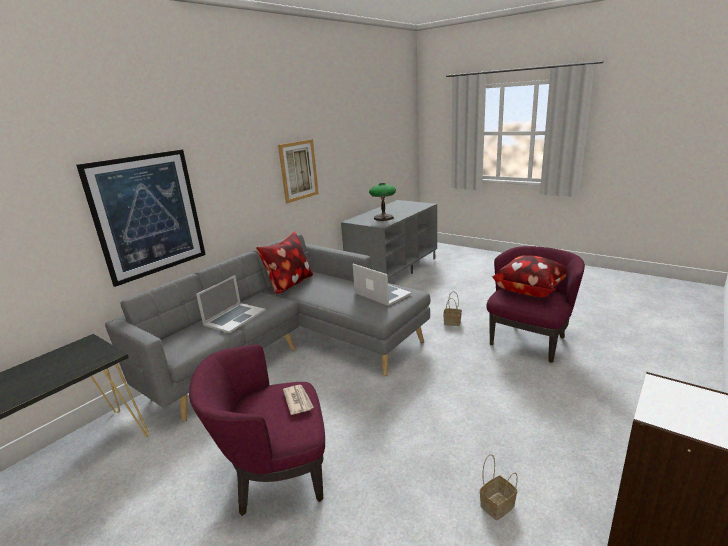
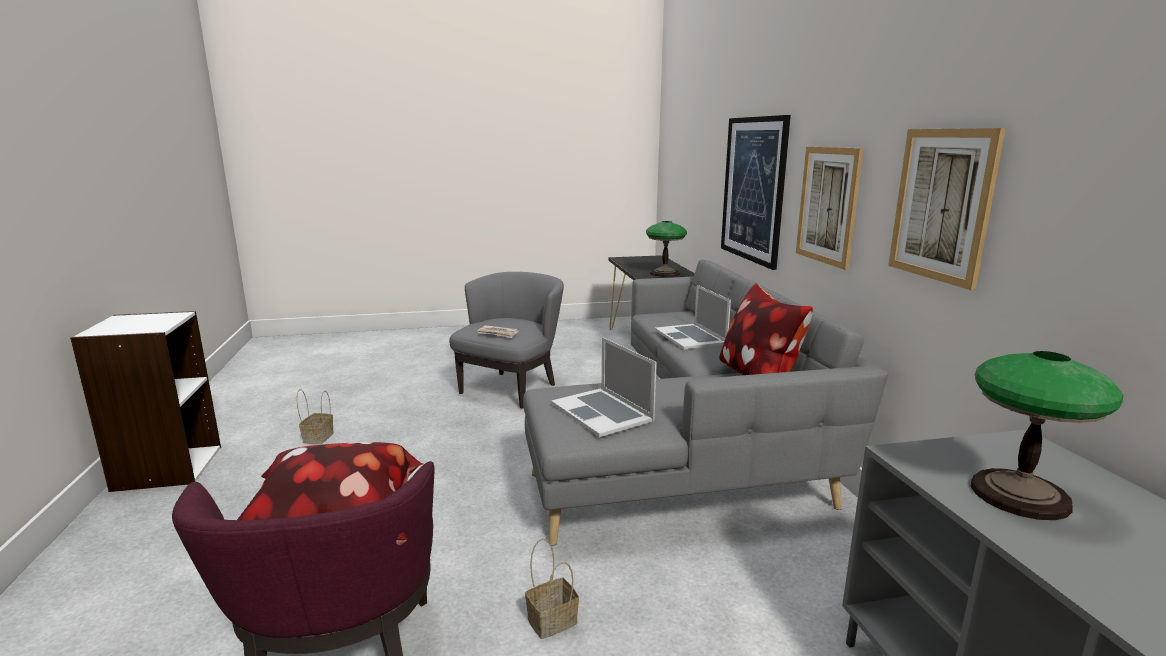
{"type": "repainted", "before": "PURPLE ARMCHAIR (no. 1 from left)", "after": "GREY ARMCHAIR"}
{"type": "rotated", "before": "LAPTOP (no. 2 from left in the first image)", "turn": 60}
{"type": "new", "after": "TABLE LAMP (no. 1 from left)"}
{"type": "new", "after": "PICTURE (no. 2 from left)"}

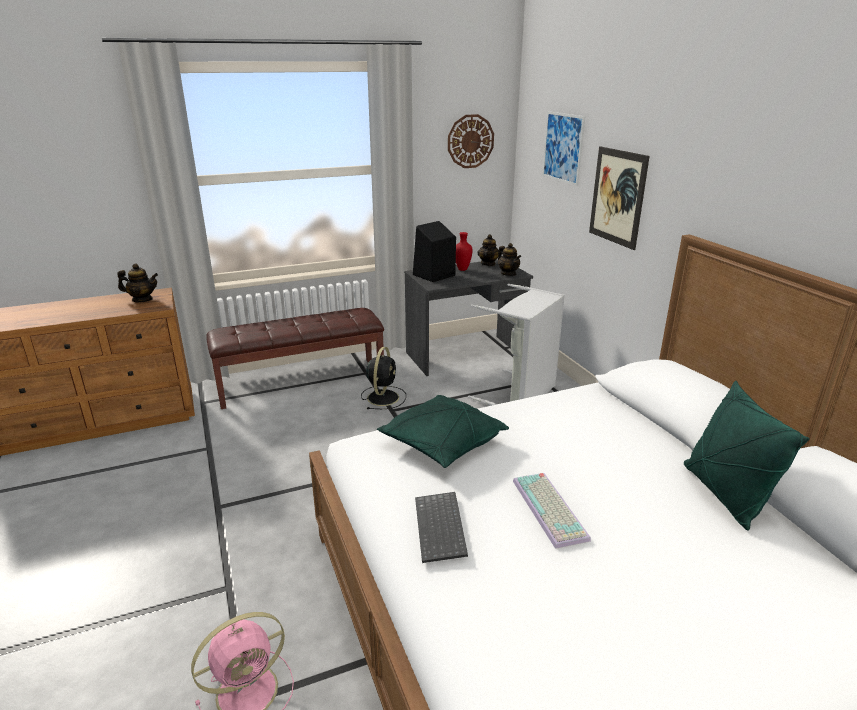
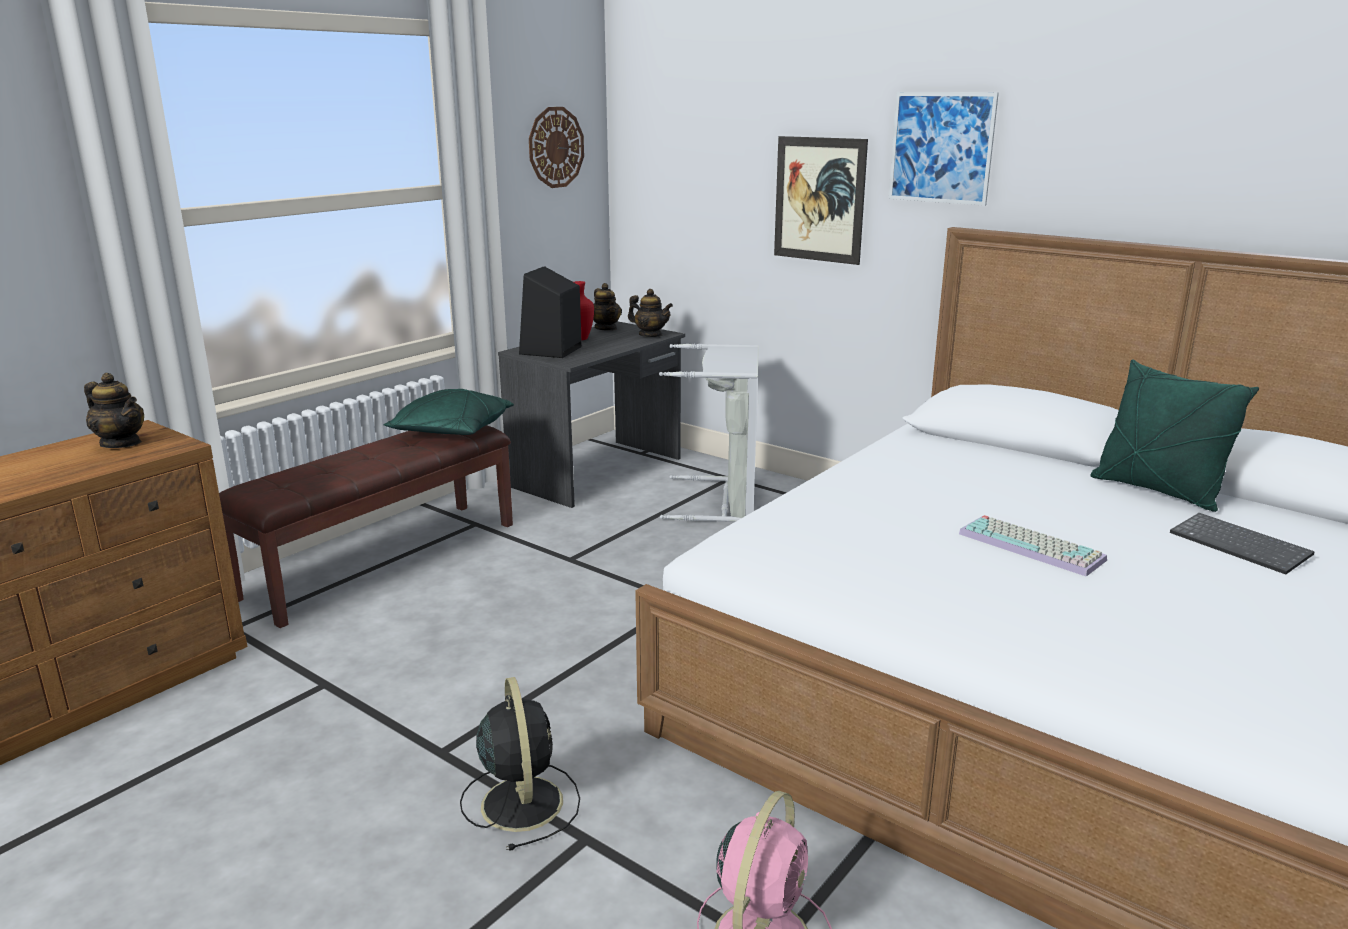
{"type": "rotated", "before": "TEAPOT (no. 1 from left)", "turn": 60}
{"type": "shifted", "before": "BLACK FAN"}
{"type": "shifted", "before": "GREEN PILLOW (no. 1 from left)"}
{"type": "shifted", "before": "KEYBOARD (no. 1 from left in the first image)", "after": "KEYBOARD (no. 2 from left)"}
{"type": "shifted", "before": "PICTURE (no. 1 from left in the first image)", "after": "PICTURE (no. 2 from left)"}

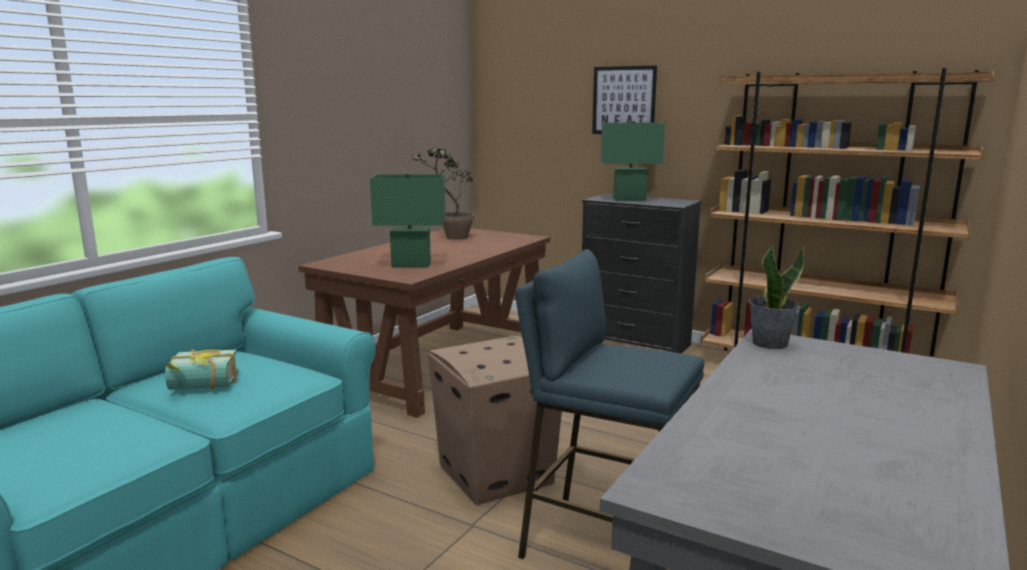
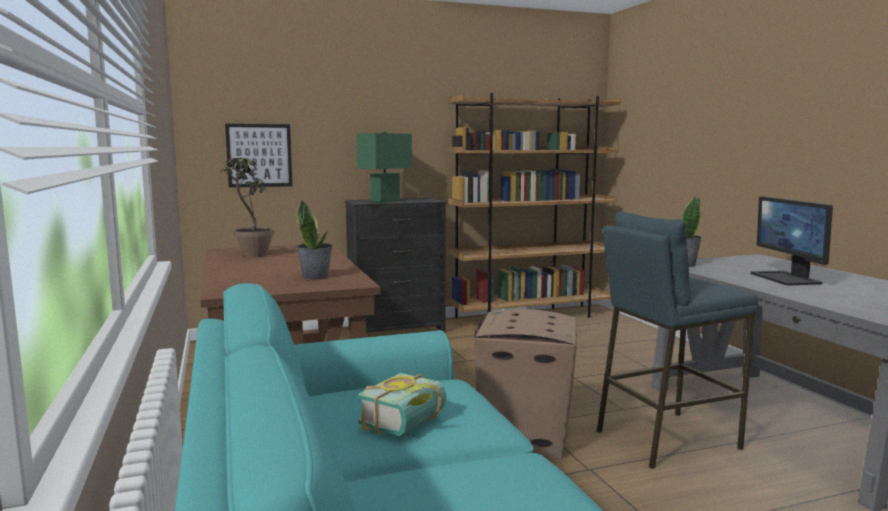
{"type": "swapped", "before": "GREEN TABLE LAMP (no. 1 from left)", "after": "POTTED PLANT (no. 2 from left)"}
{"type": "shifted", "before": "PICTURE"}
{"type": "new", "after": "MONITOR"}

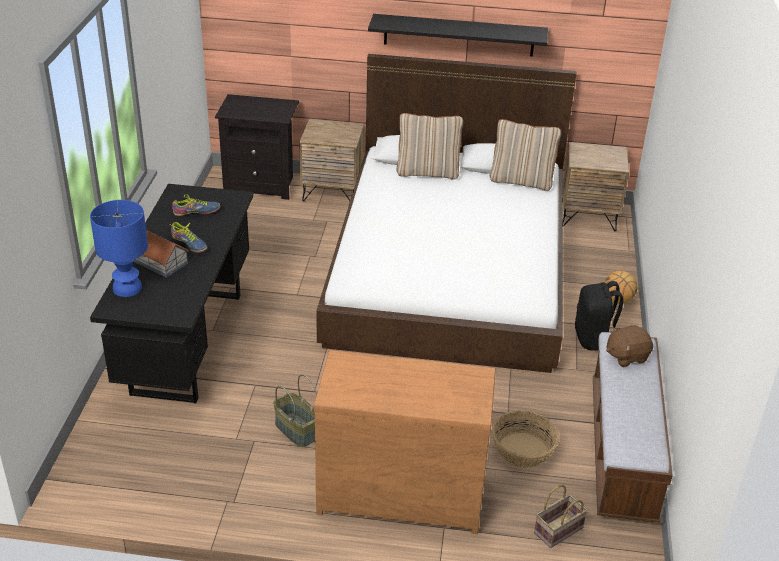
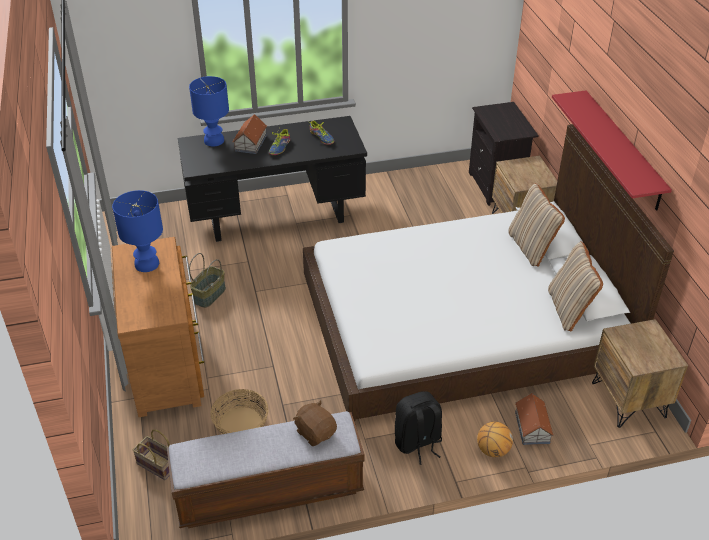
{"type": "repainted", "before": "BLACK SHELF", "after": "RED SHELF"}
{"type": "new", "after": "BLUE TABLE LAMP (no. 1 from left)"}
{"type": "new", "after": "TOY HOUSE (no. 2 from left)"}

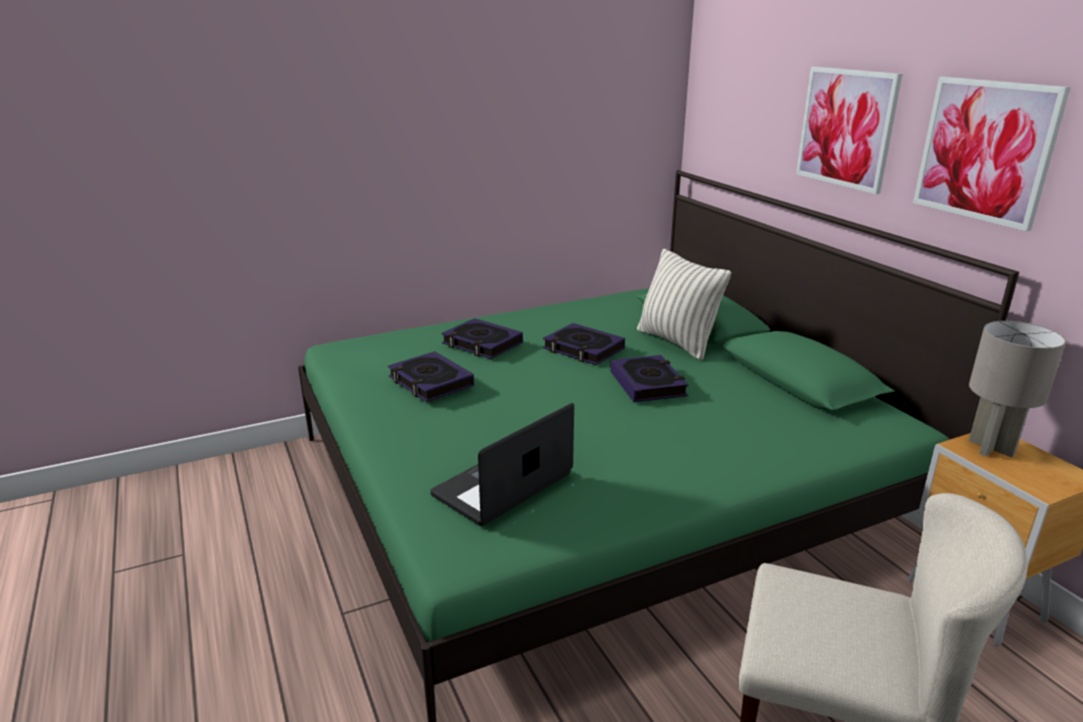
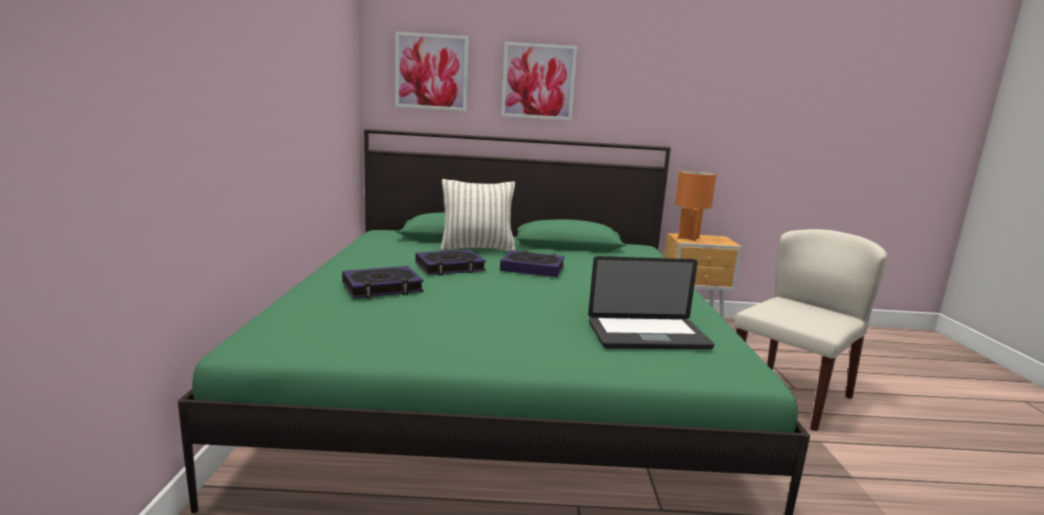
{"type": "gone", "before": "BOOK (no. 1 from left)"}
{"type": "rotated", "before": "LAPTOP", "turn": -75}
{"type": "shifted", "before": "PICTURE (no. 2 from left in the first image)", "after": "PICTURE (no. 1 from left)"}
{"type": "repainted", "before": "GREY TABLE LAMP", "after": "ORANGE TABLE LAMP"}

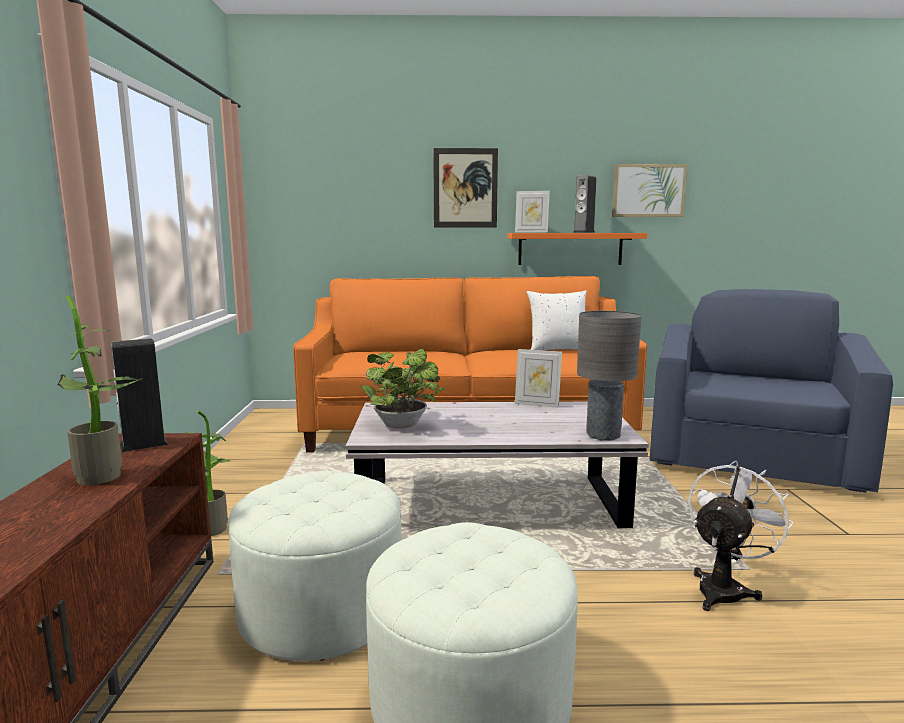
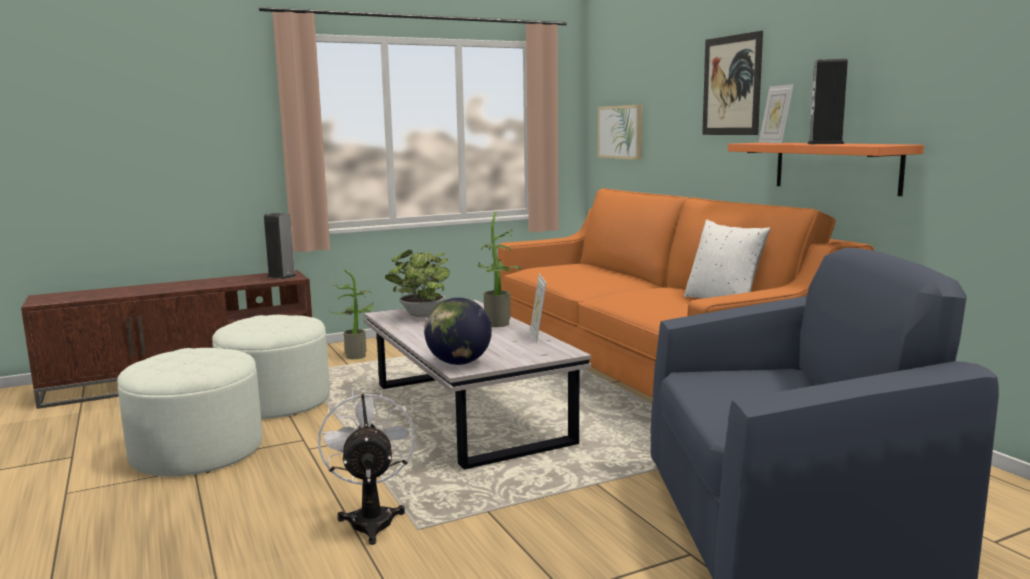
{"type": "shifted", "before": "POTTED PLANT (no. 1 from left in the first image)", "after": "POTTED PLANT (no. 3 from left)"}
{"type": "swapped", "before": "GREY TABLE LAMP", "after": "GLOBE"}
{"type": "shifted", "before": "PICTURE (no. 2 from left in the first image)", "after": "PICTURE (no. 1 from left)"}
{"type": "rotated", "before": "WHITE FAN", "turn": -120}

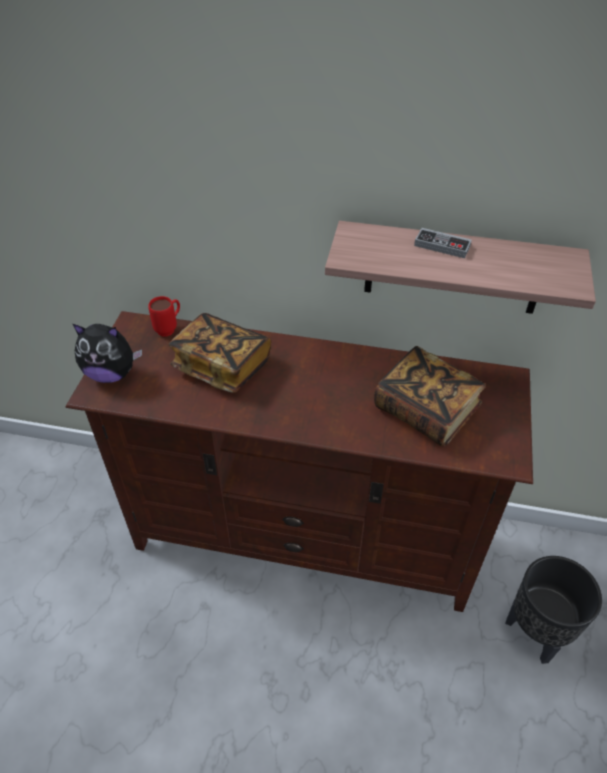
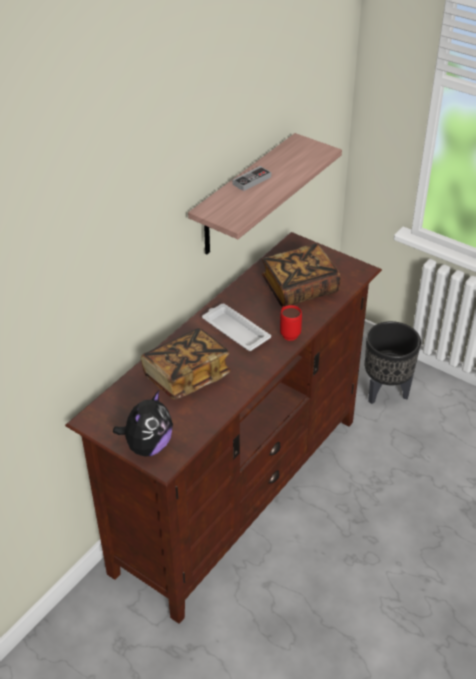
{"type": "shifted", "before": "RED MUG"}
{"type": "new", "after": "WHITE TRAY"}

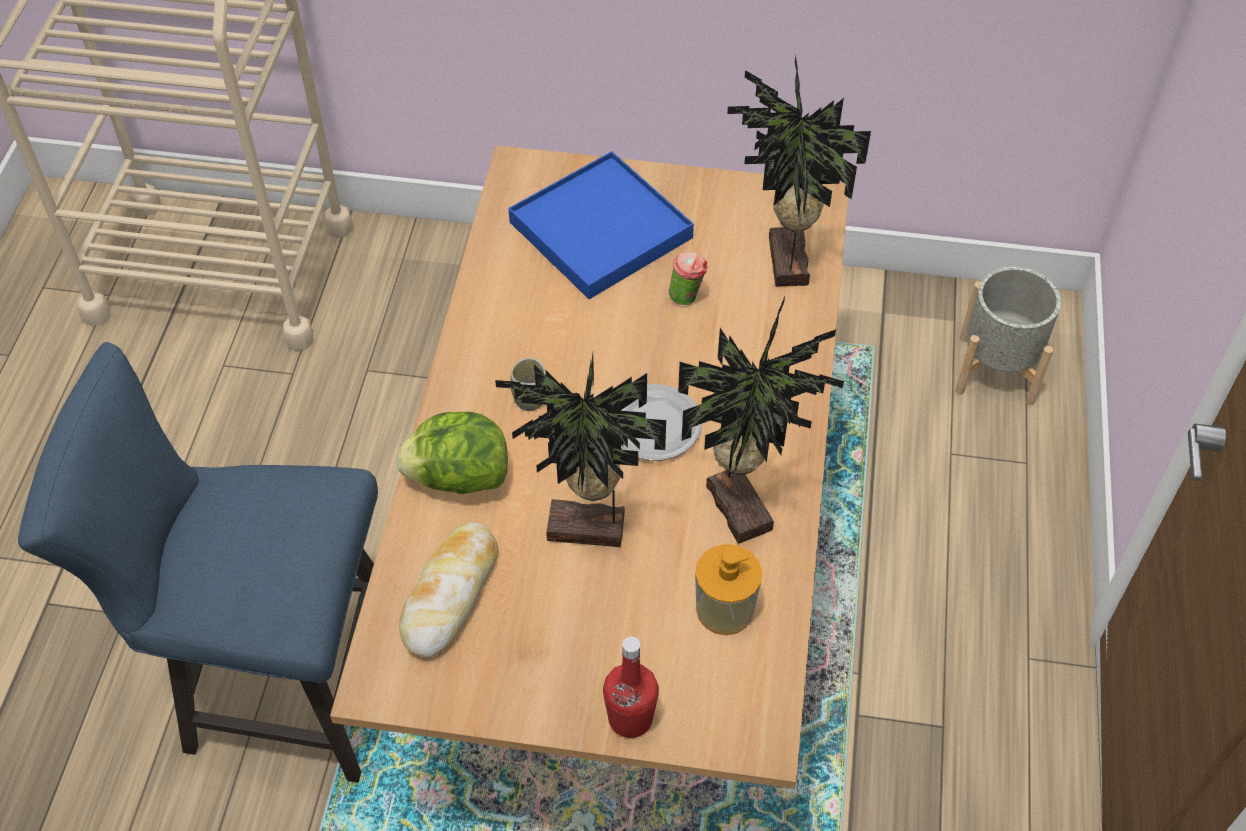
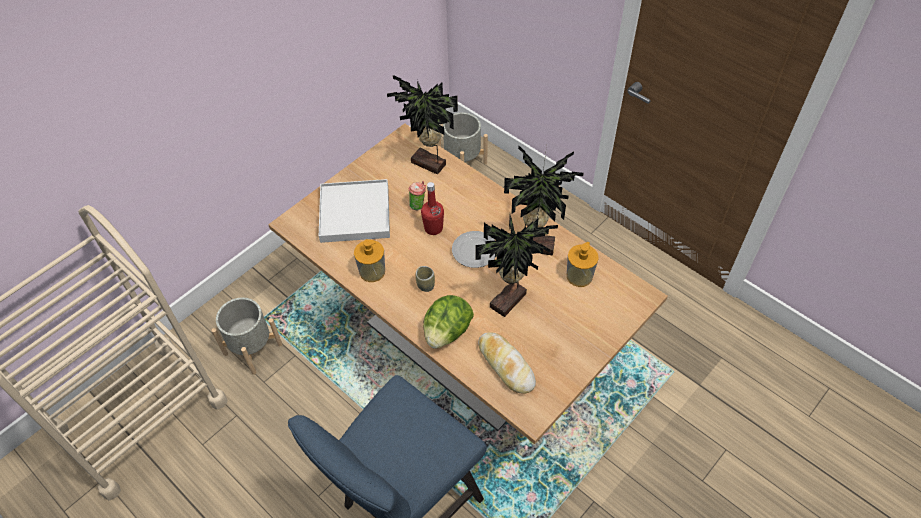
{"type": "repainted", "before": "BLUE TRAY", "after": "WHITE TRAY"}
{"type": "shifted", "before": "RED BOTTLE"}
{"type": "new", "after": "GREY PLANTER (no. 1 from left)"}
{"type": "new", "after": "SOAP DISPENSER (no. 1 from left)"}

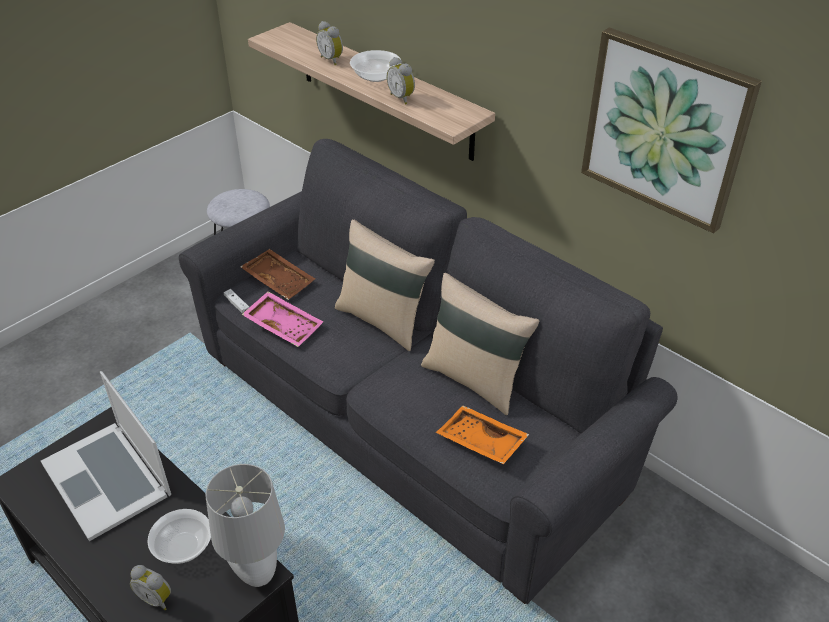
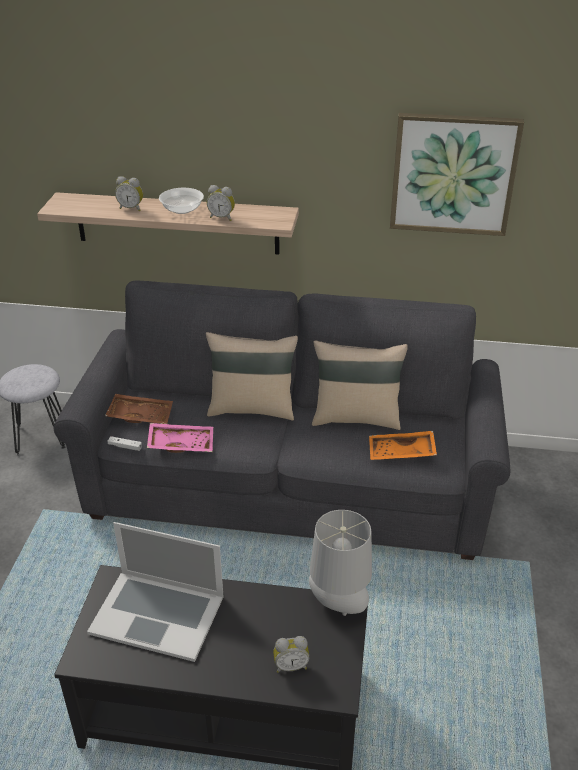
{"type": "gone", "before": "BOWL (no. 1 from left)"}

